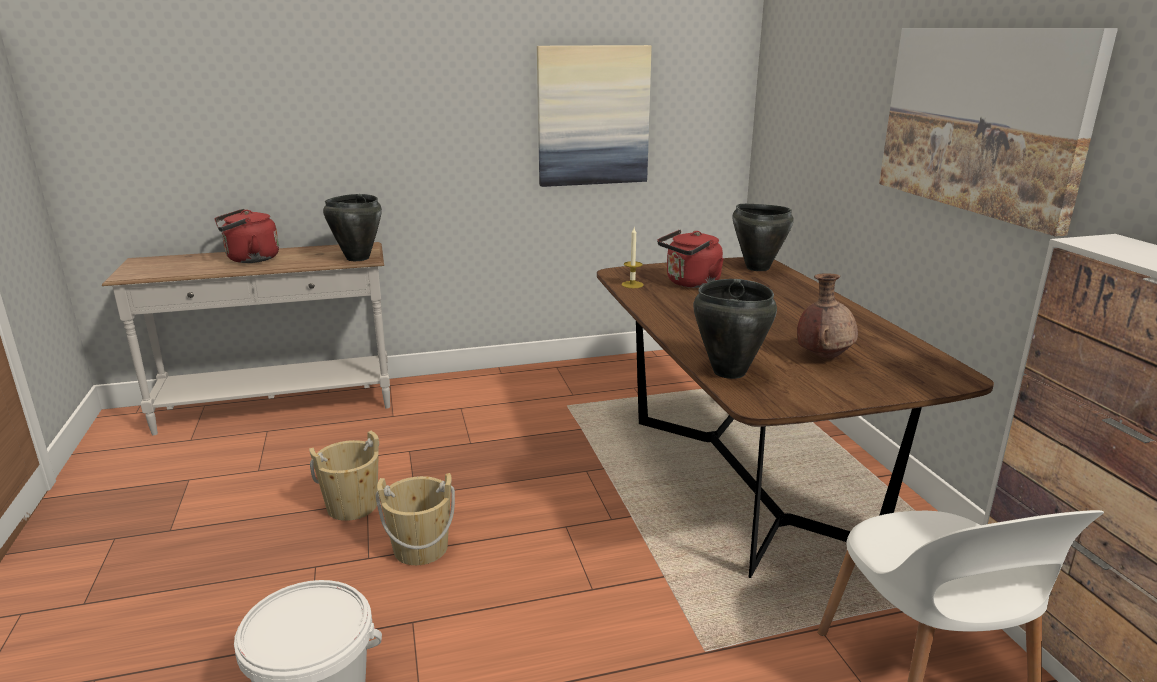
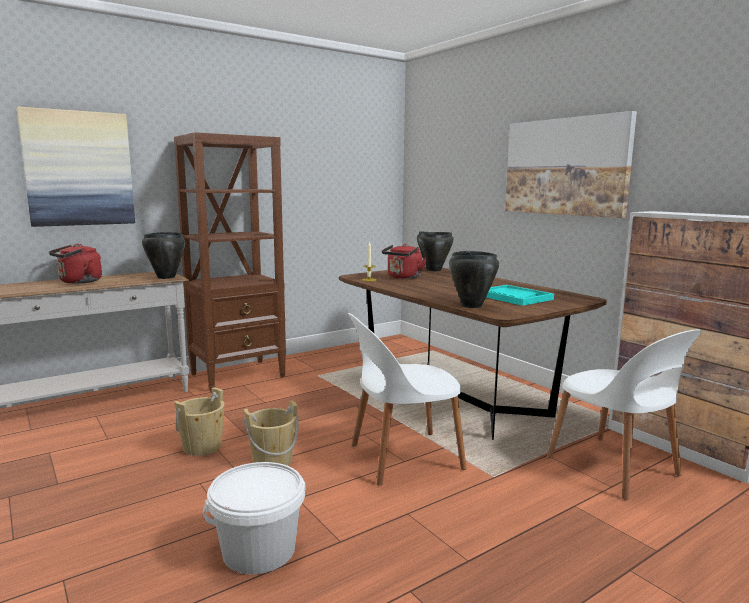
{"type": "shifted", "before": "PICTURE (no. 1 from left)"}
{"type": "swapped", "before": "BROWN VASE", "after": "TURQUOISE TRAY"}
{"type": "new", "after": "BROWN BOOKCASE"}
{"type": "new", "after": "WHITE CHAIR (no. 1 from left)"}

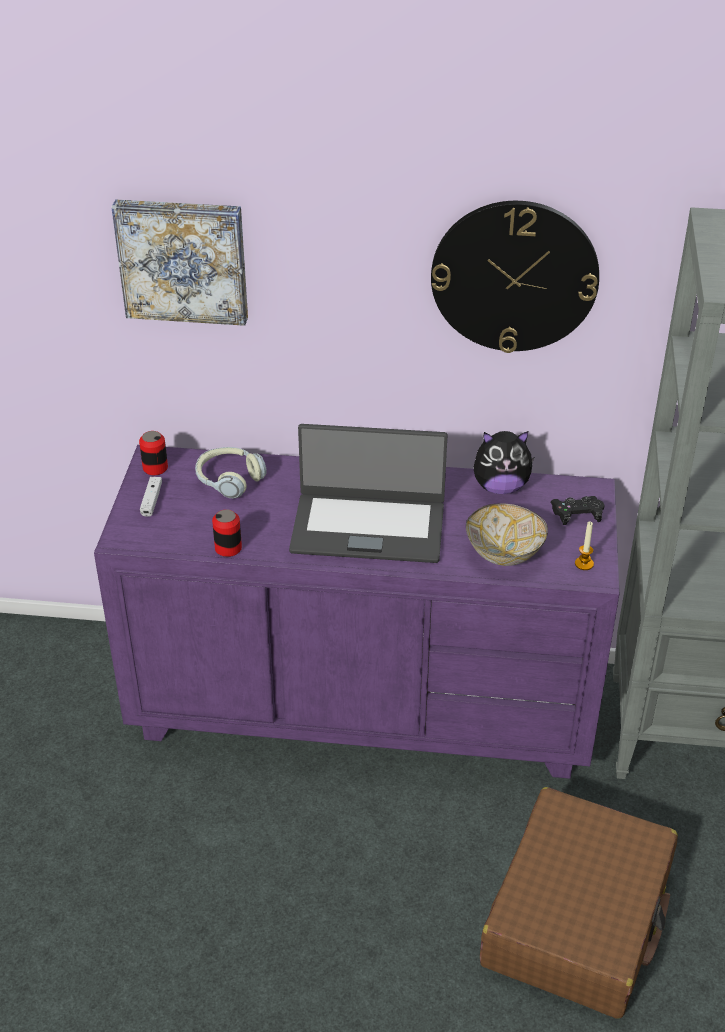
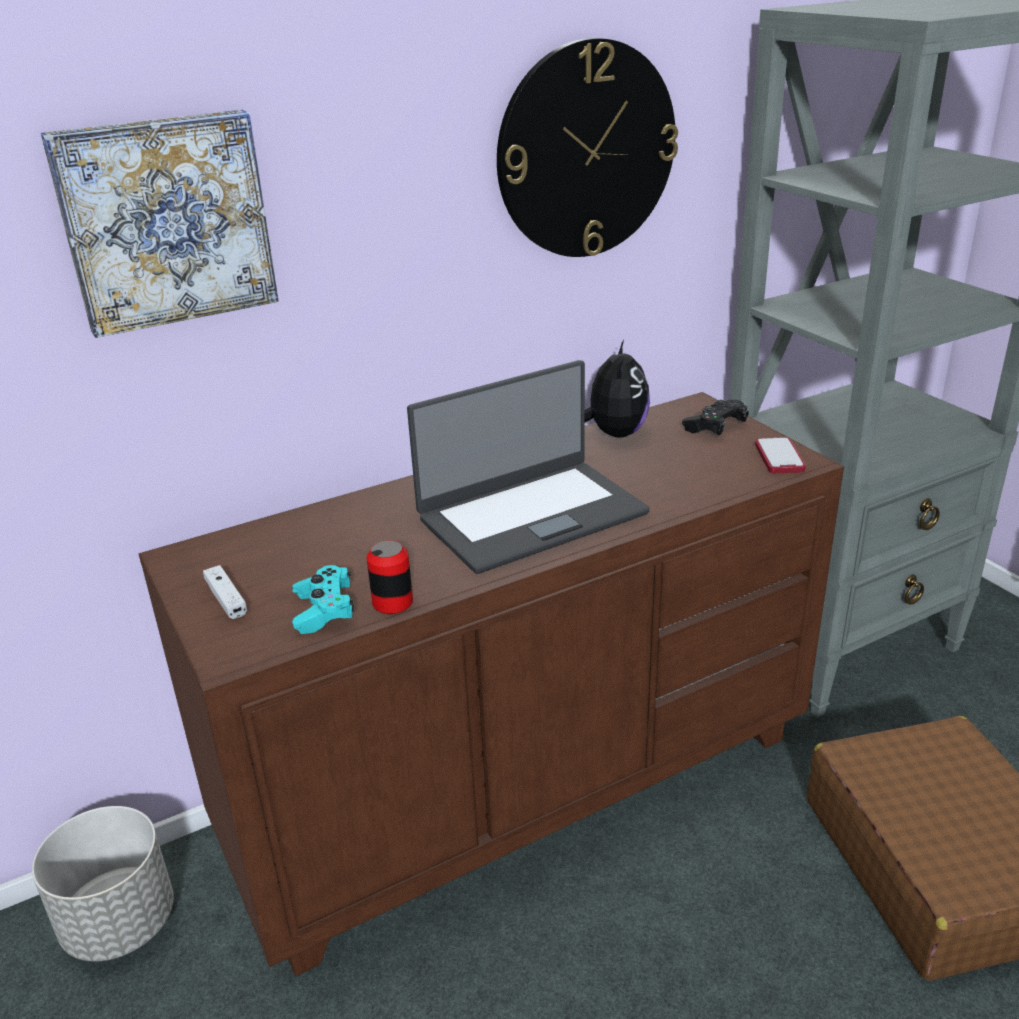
{"type": "repainted", "before": "PURPLE DRESSER", "after": "BROWN DRESSER"}
{"type": "gone", "before": "CAN (no. 1 from left)"}
{"type": "gone", "before": "HEADPHONES"}
{"type": "gone", "before": "BOWL"}
{"type": "rotated", "before": "PLUSH TOY", "turn": -45}
{"type": "swapped", "before": "CANDLE", "after": "PHONE"}
{"type": "new", "after": "GREY PLANTER"}
{"type": "new", "after": "TURQUOISE GAME CONTROLLER"}

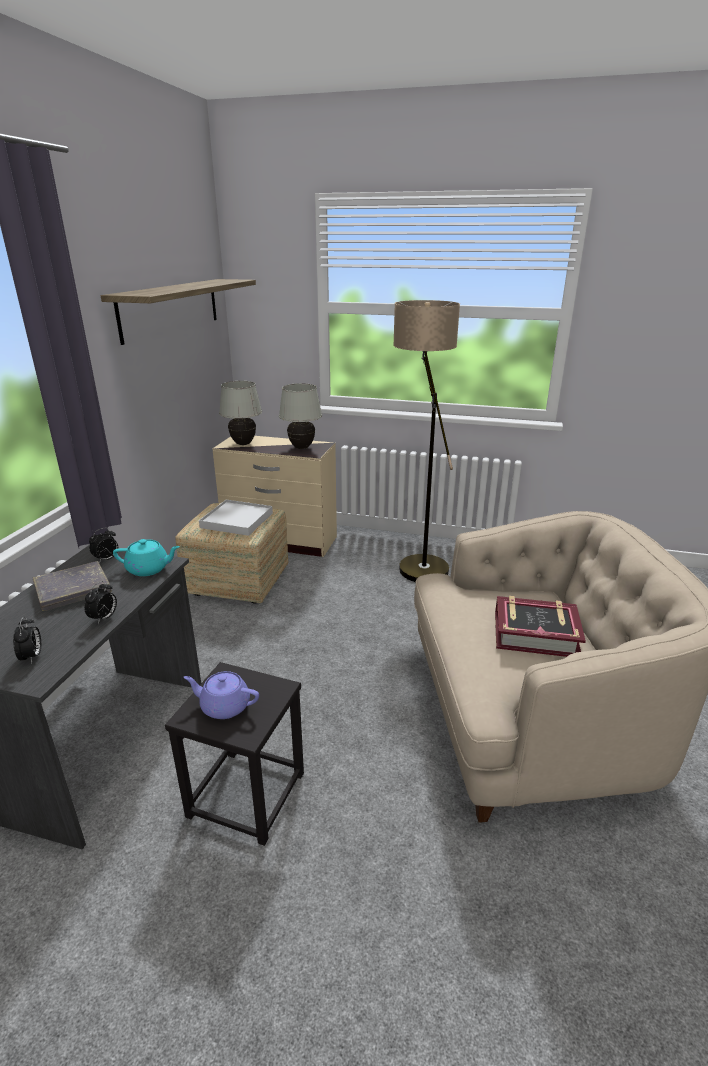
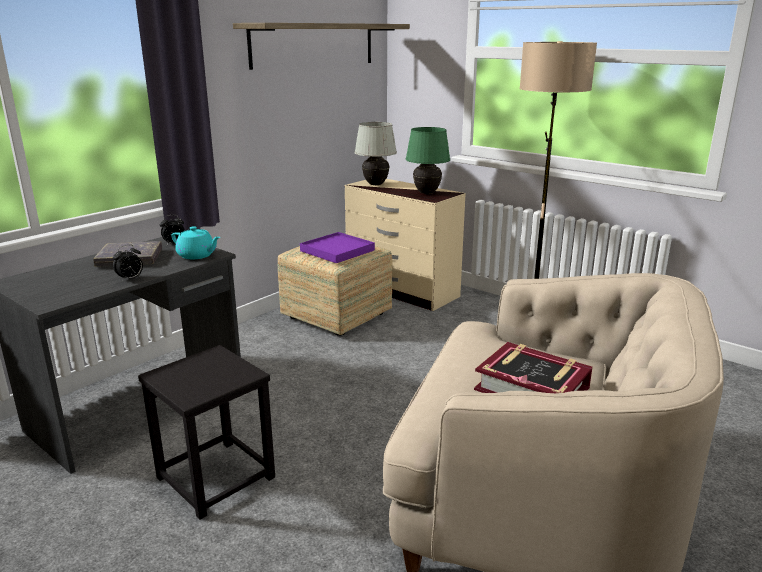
{"type": "gone", "before": "ALARM CLOCK (no. 1 from left)"}
{"type": "gone", "before": "PURPLE TEAPOT"}
{"type": "repainted", "before": "WHITE TRAY", "after": "PURPLE TRAY"}
{"type": "repainted", "before": "WHITE TABLE LAMP (no. 2 from left)", "after": "GREEN TABLE LAMP"}

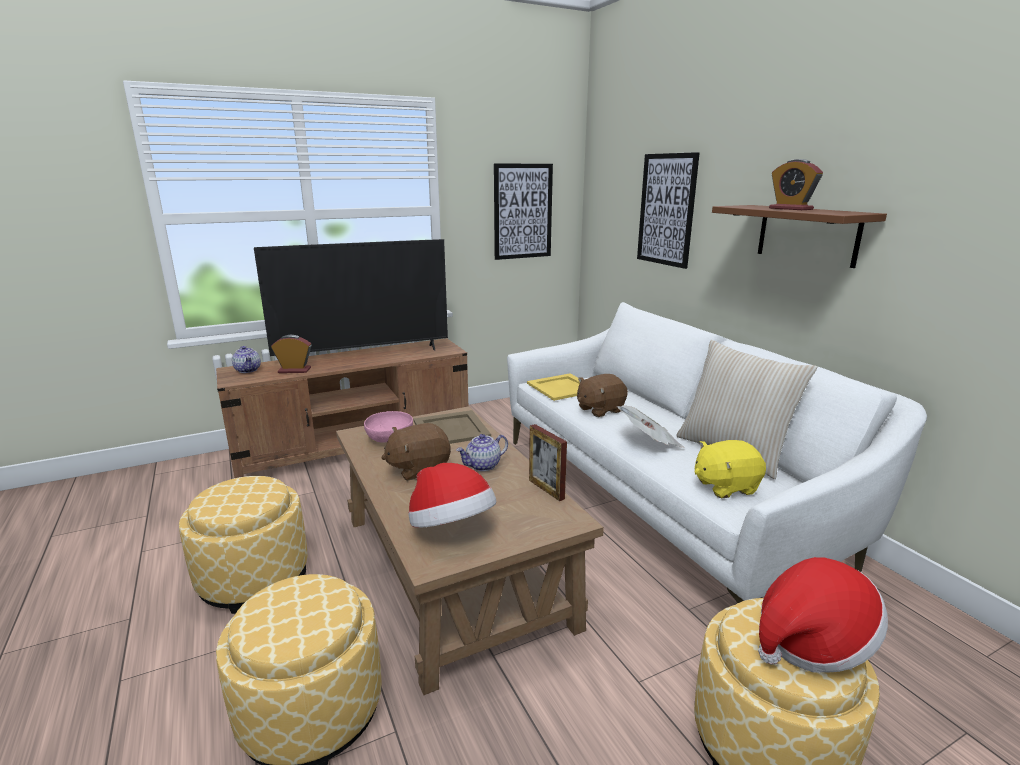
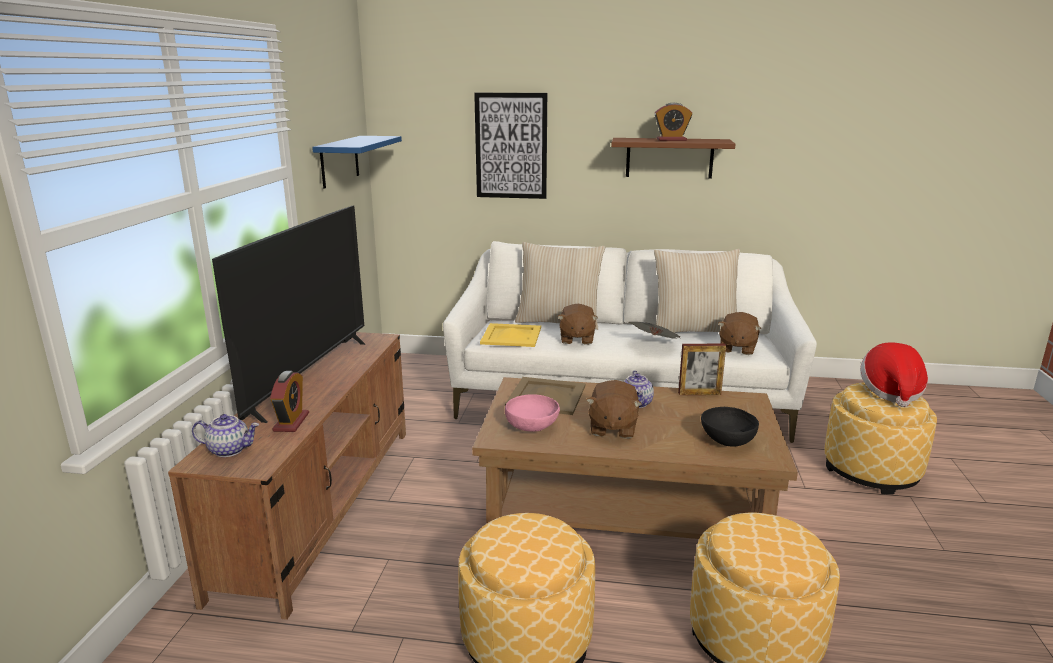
{"type": "rotated", "before": "ALARM CLOCK (no. 1 from left)", "turn": 150}
{"type": "swapped", "before": "HAT (no. 1 from left)", "after": "BLACK BOWL"}
{"type": "swapped", "before": "PICTURE (no. 1 from left)", "after": "BLUE SHELF"}
{"type": "repainted", "before": "YELLOW PLUSH TOY", "after": "BROWN PLUSH TOY (no. 3 from left)"}
{"type": "new", "after": "BEIGE PILLOW (no. 1 from left)"}

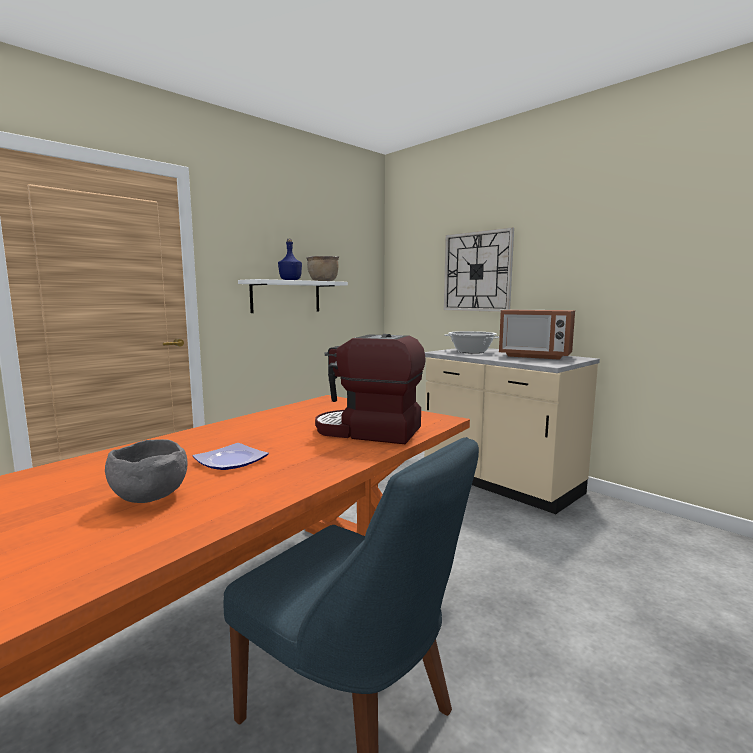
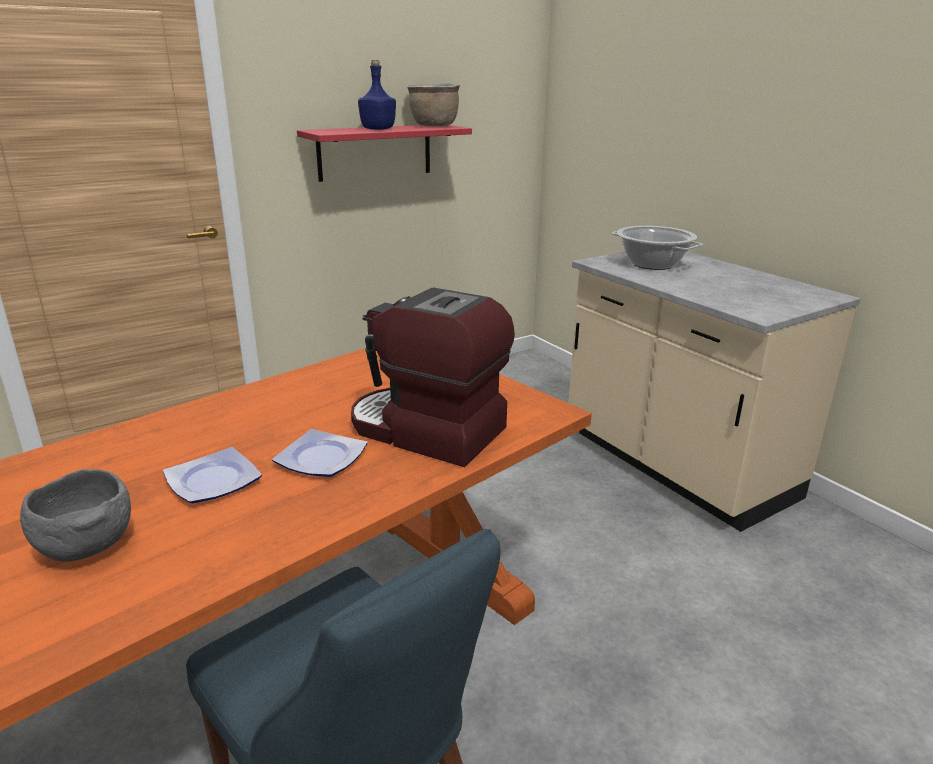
{"type": "repainted", "before": "WHITE SHELF", "after": "RED SHELF"}
{"type": "gone", "before": "WALL CLOCK"}
{"type": "gone", "before": "MICROWAVE"}
{"type": "new", "after": "PLATE (no. 2 from left)"}

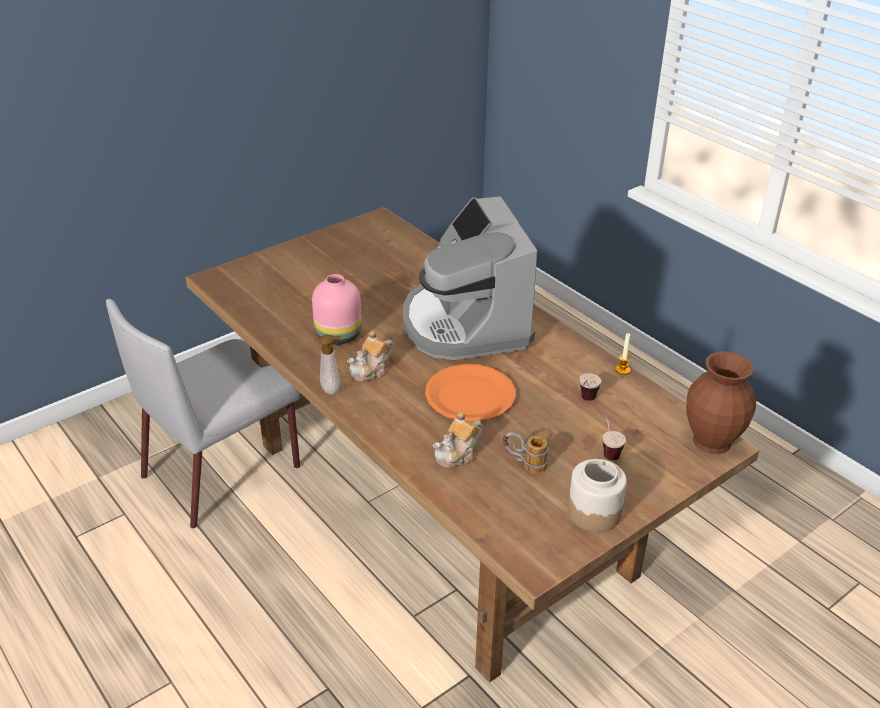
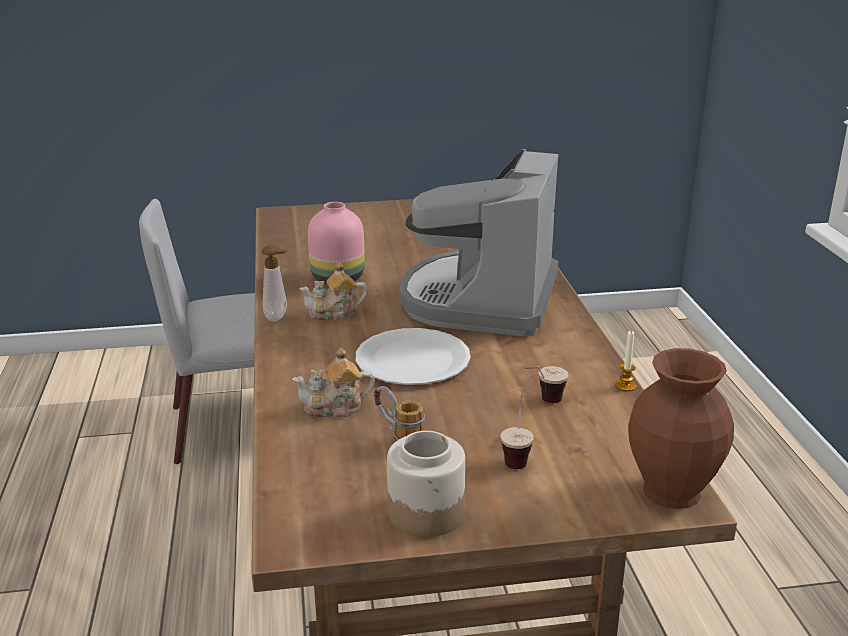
{"type": "repainted", "before": "ORANGE PLATE", "after": "WHITE PLATE"}

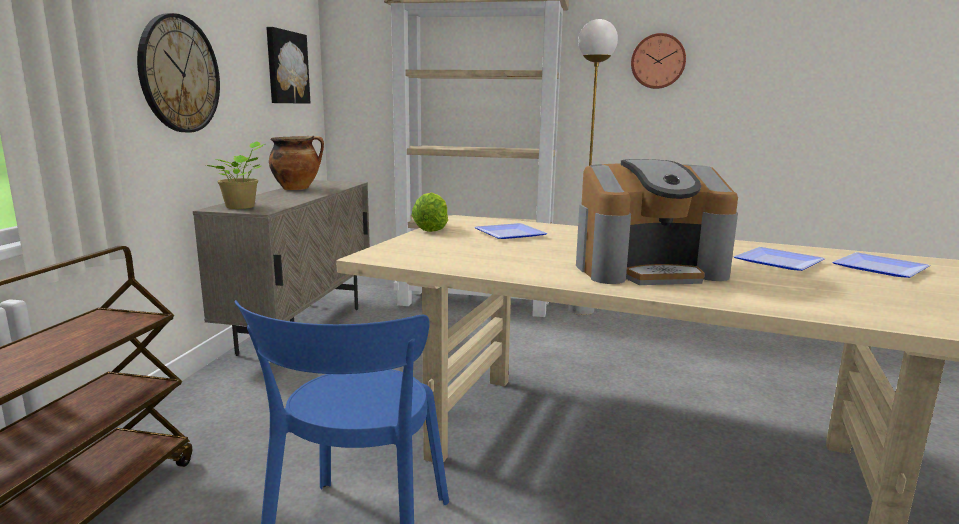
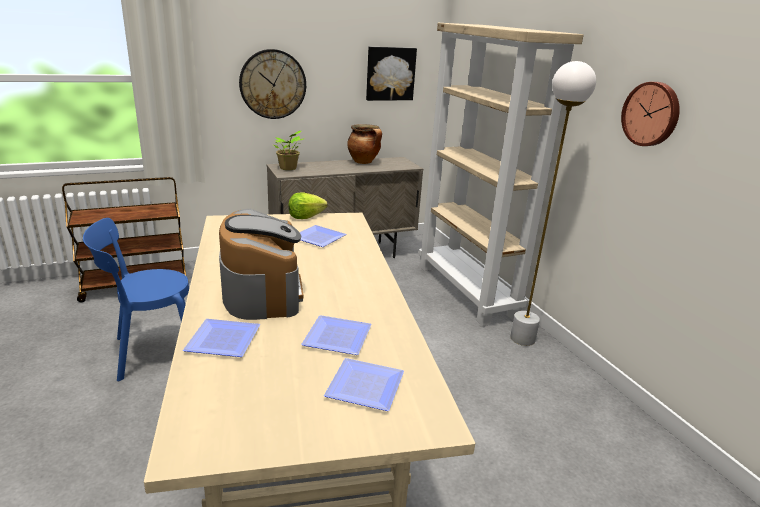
{"type": "rotated", "before": "COFFEE MACHINE", "turn": -150}
{"type": "new", "after": "PLATE (no. 1 from left)"}

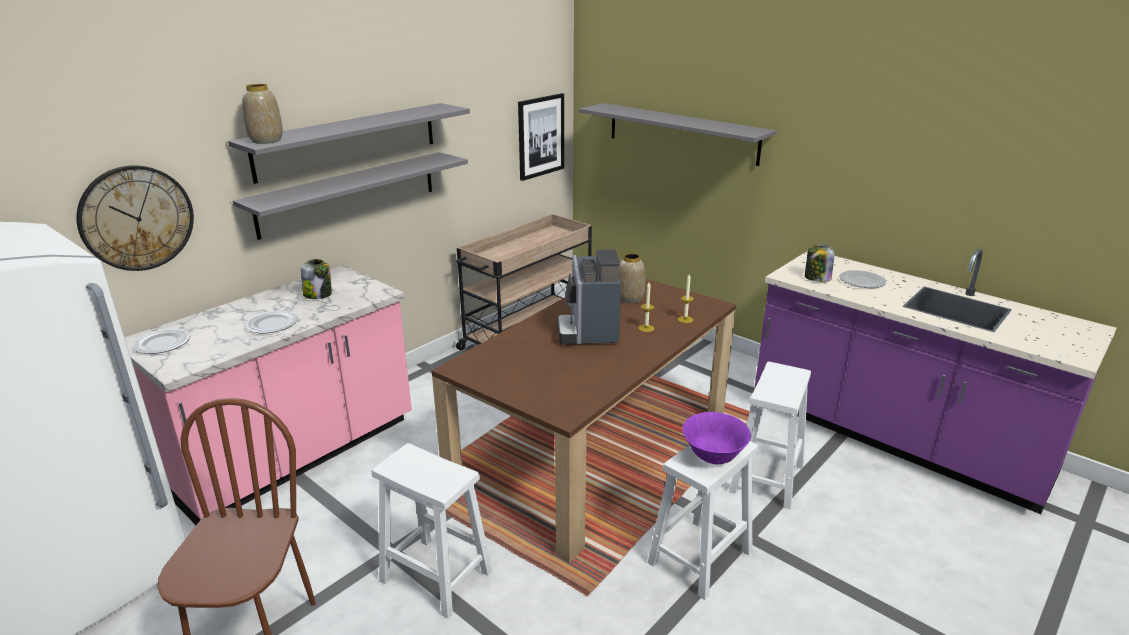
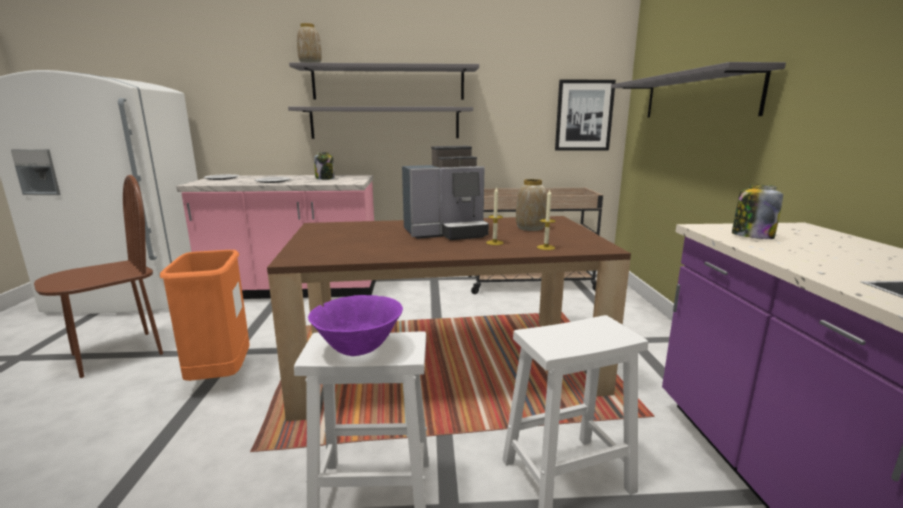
{"type": "gone", "before": "WALL CLOCK"}
{"type": "swapped", "before": "WHITE STOOL (no. 1 from left)", "after": "ORANGE TRASH CAN"}
{"type": "rotated", "before": "COFFEE MACHINE", "turn": -150}
{"type": "gone", "before": "PLATE (no. 3 from left)"}

